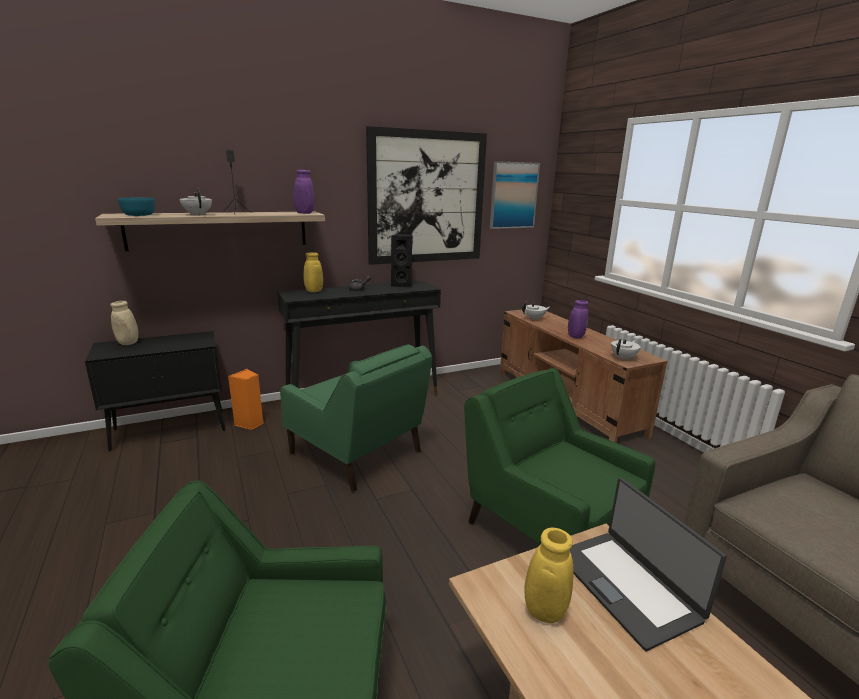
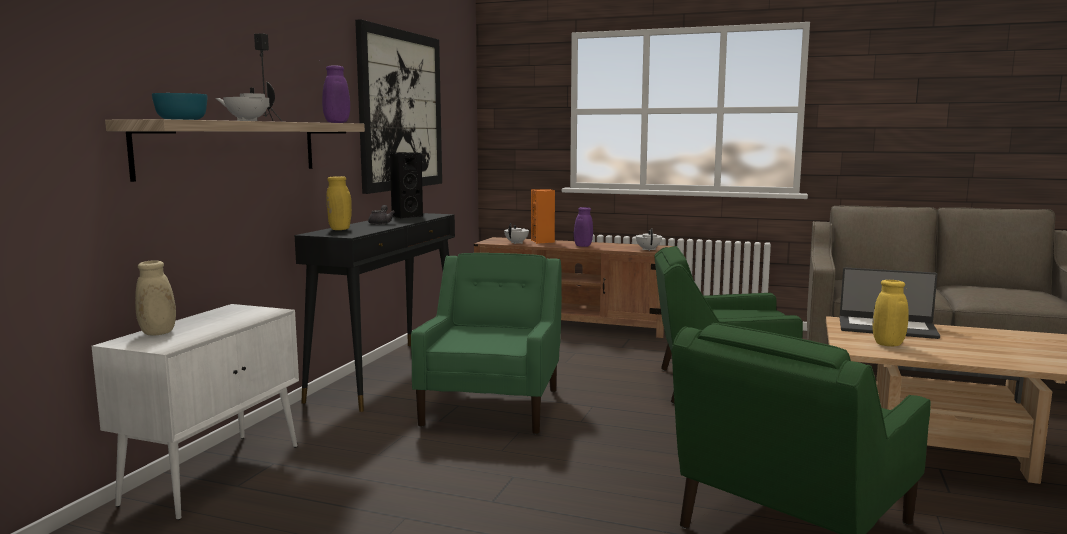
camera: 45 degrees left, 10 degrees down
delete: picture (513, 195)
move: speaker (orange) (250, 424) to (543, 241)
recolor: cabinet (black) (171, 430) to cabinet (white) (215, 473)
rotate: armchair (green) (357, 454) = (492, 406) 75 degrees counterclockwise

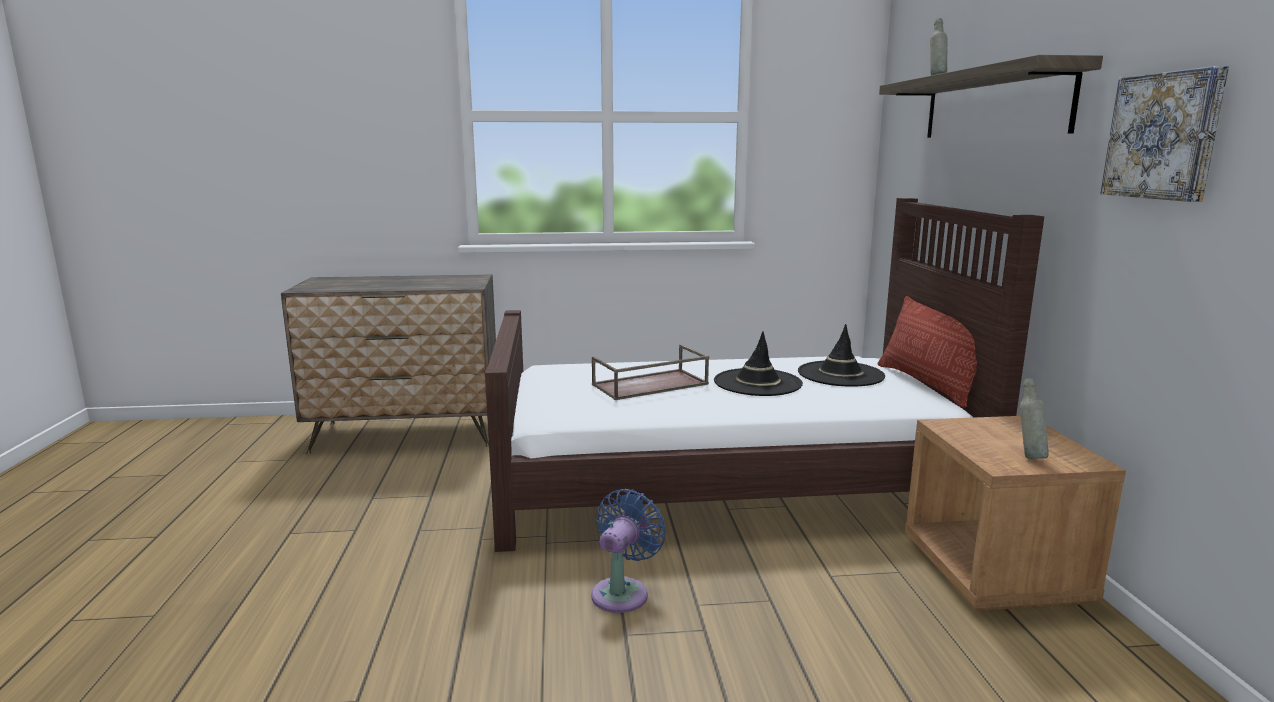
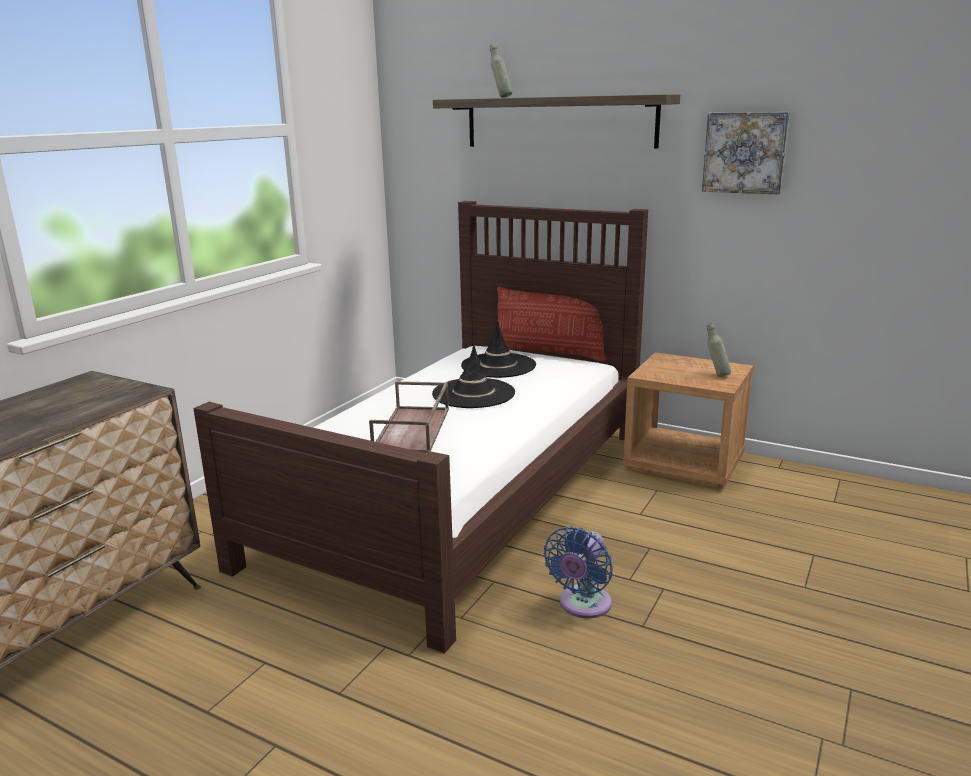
camera: 55 degrees left, 5 degrees up
rotate: fan (blue) (623, 592) = (582, 605) 120 degrees counterclockwise

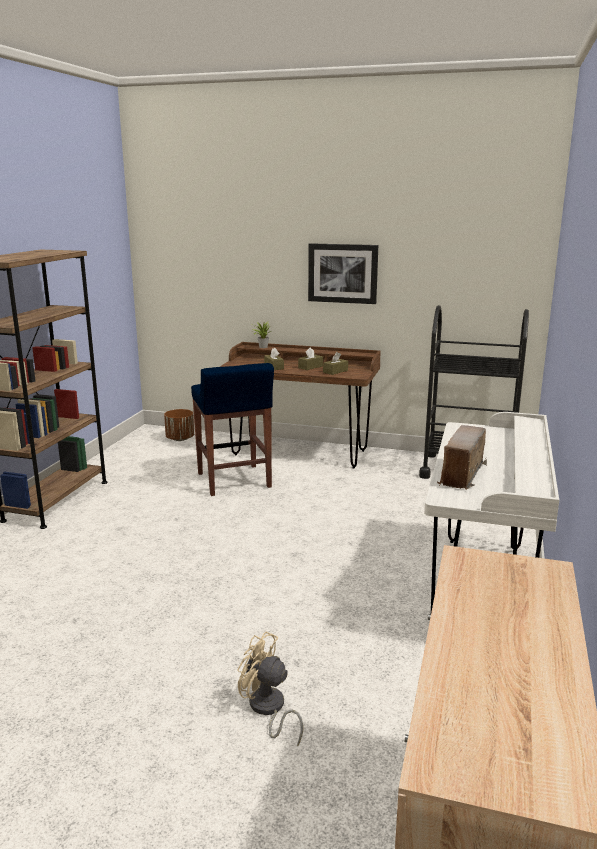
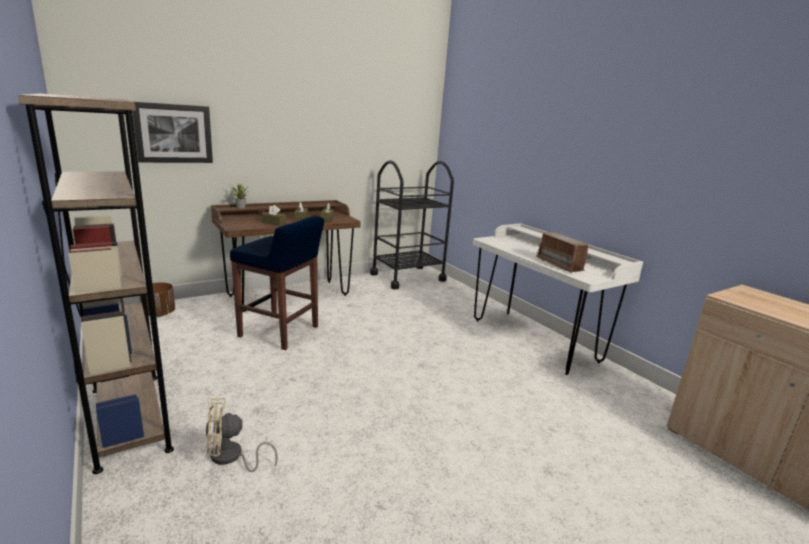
camera: 50 degrees left, 0 degrees up
move: fan (beige) (268, 709) to (231, 458); picture (342, 273) to (174, 133)

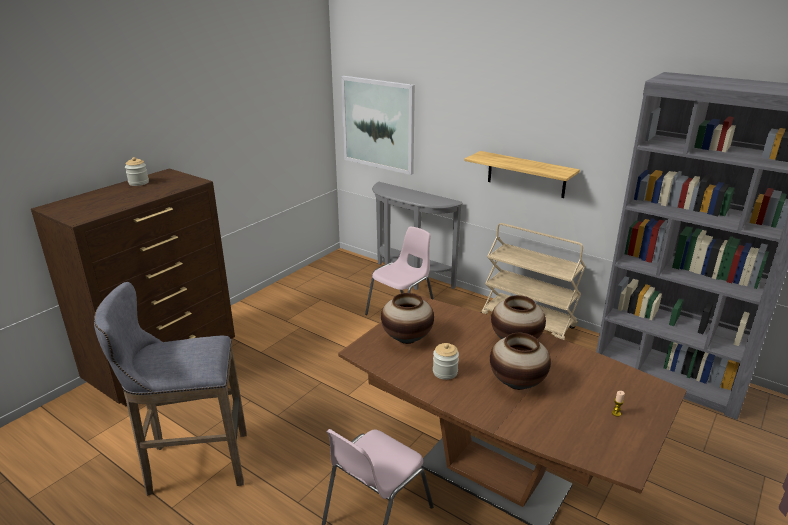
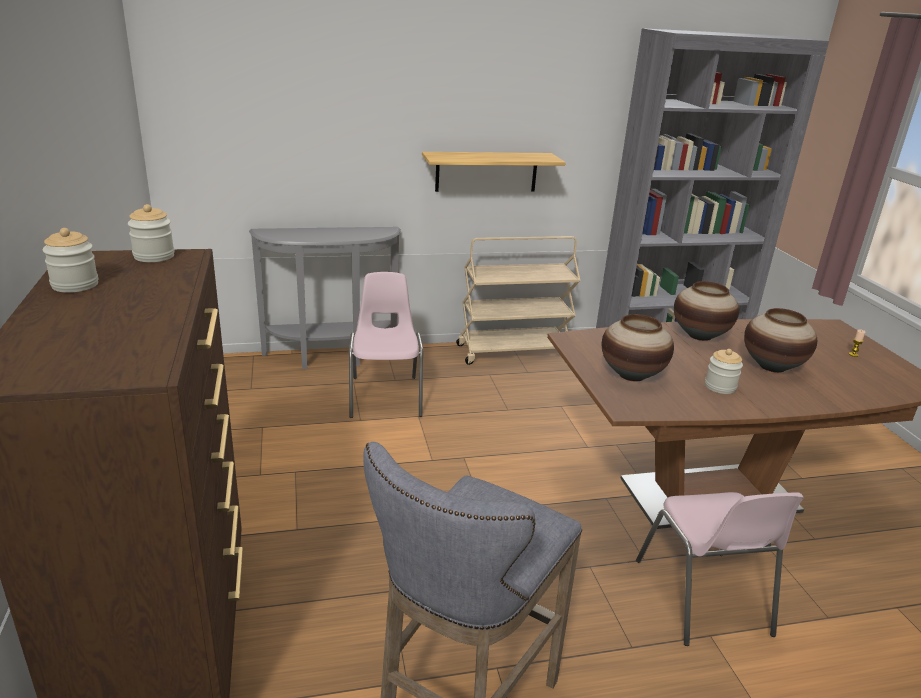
camera: 50 degrees left, 0 degrees up
delete: picture (378, 124)
insert: jar (154, 256)

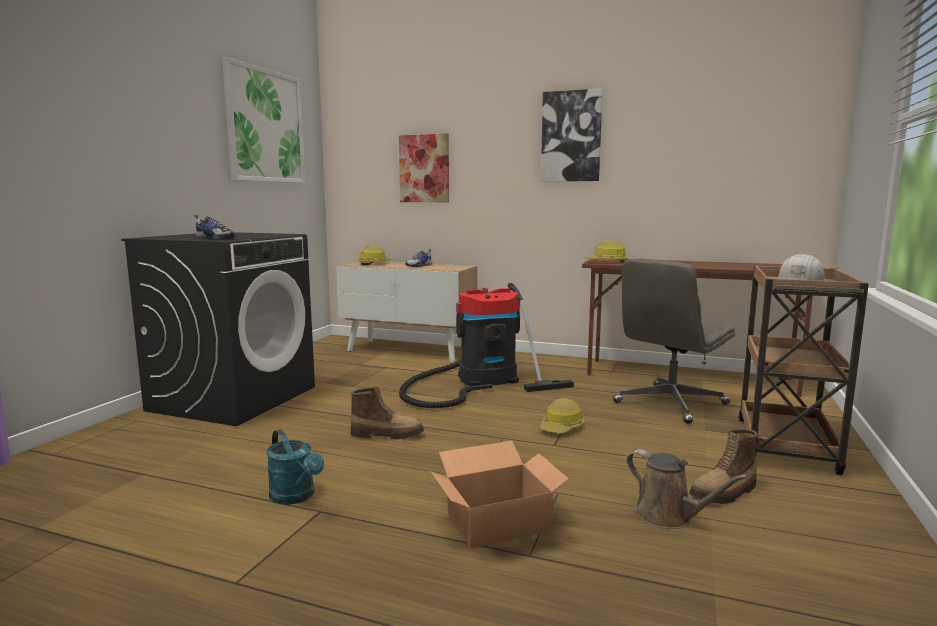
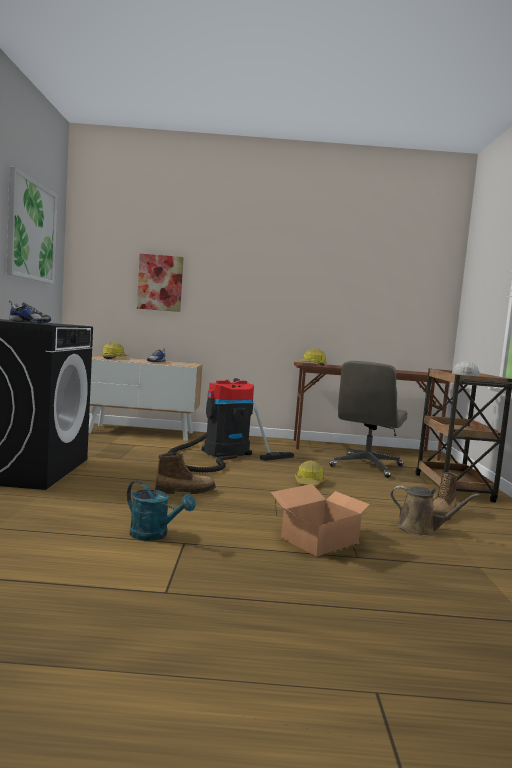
camera: 20 degrees left, 5 degrees down
delete: picture (571, 136)

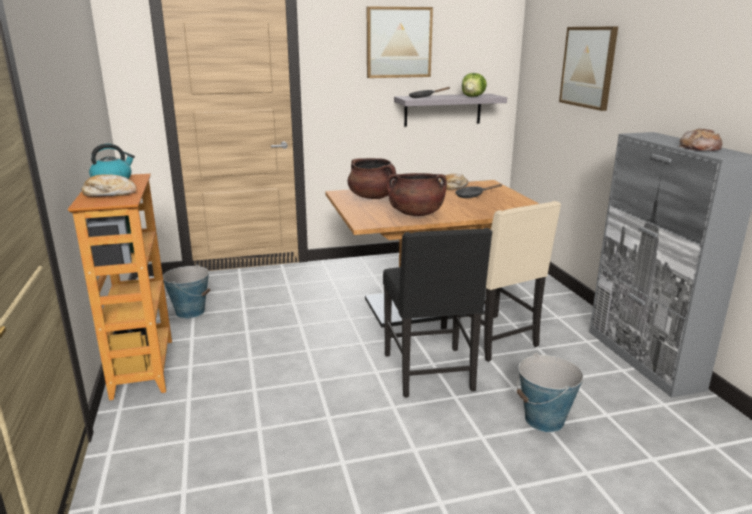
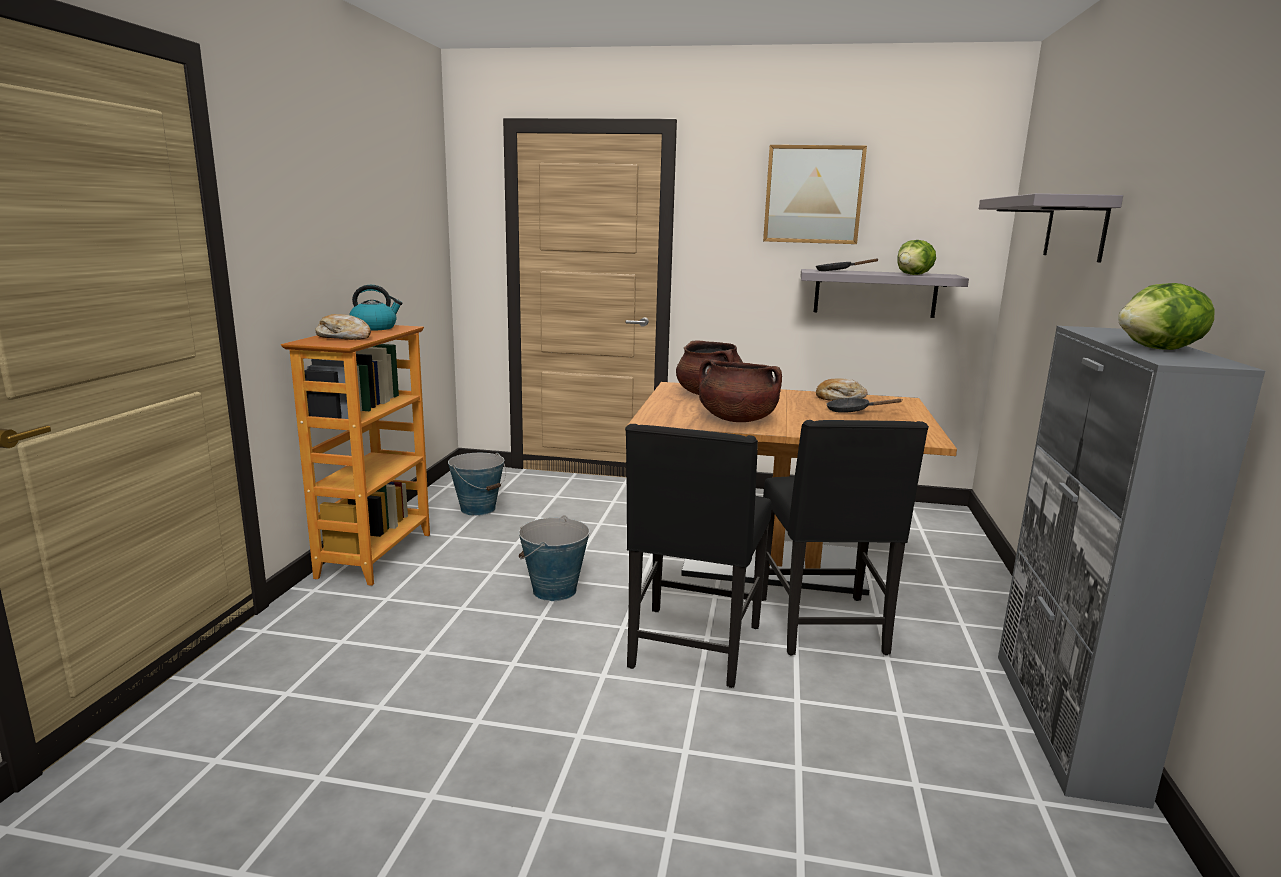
camera: 25 degrees right, 5 degrees down
move: bucket (544, 420) to (554, 591)
replace: picture (588, 67) to shelf (grey) (1075, 228); bread (700, 148) to lettuce (1159, 349)
recolor: chair (beige) (491, 339) to chair (black) (824, 627)

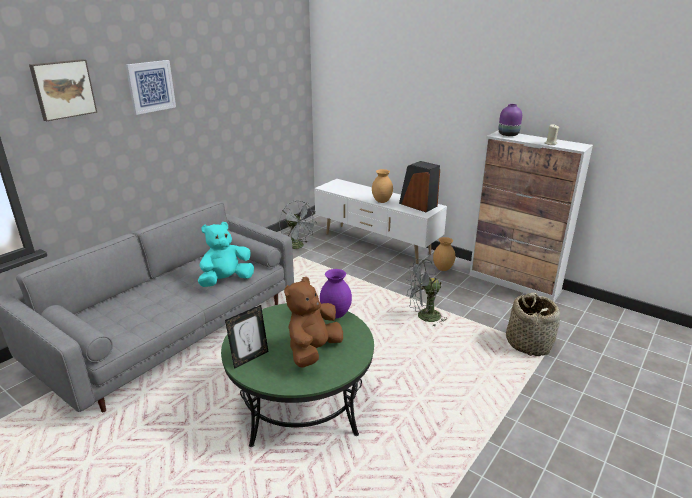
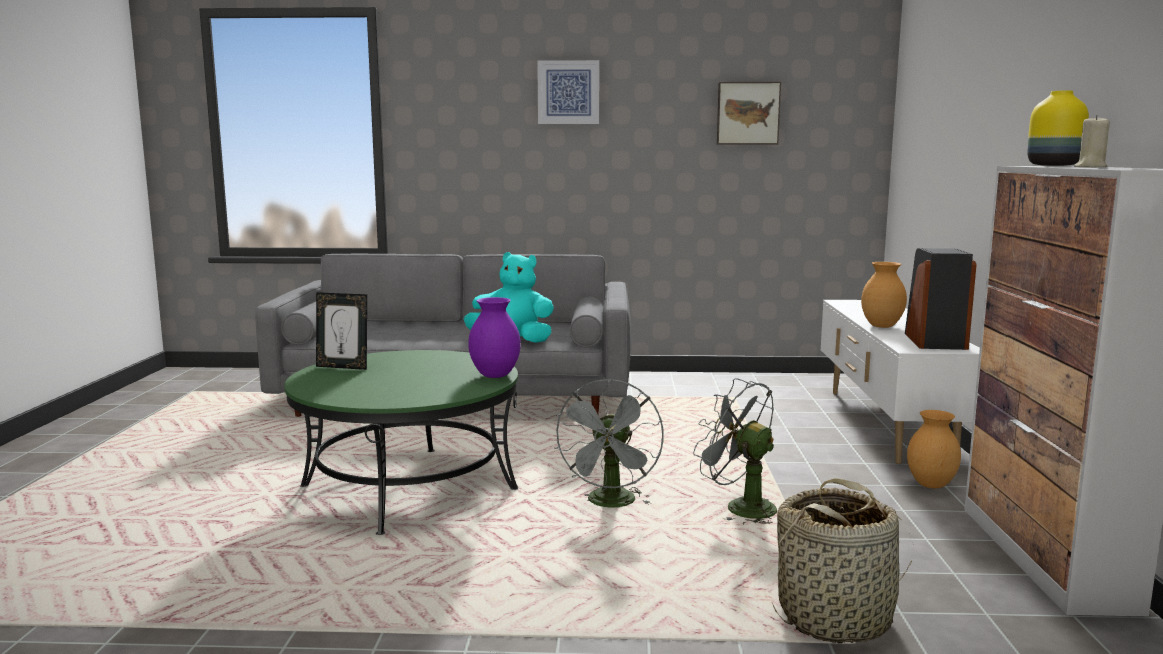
camera: 55 degrees right, 15 degrees down
delete: plush toy (brown) (313, 351)
move: picture (63, 89) to (748, 113); fan (grey) (298, 246) to (611, 504)
recolor: vase (purple) (507, 134) to vase (yellow) (1052, 165)

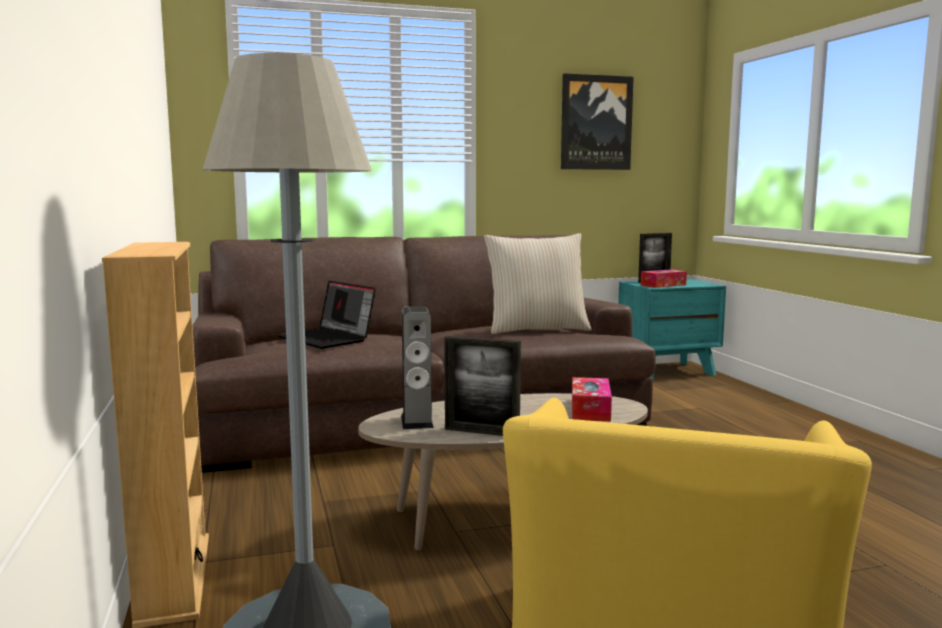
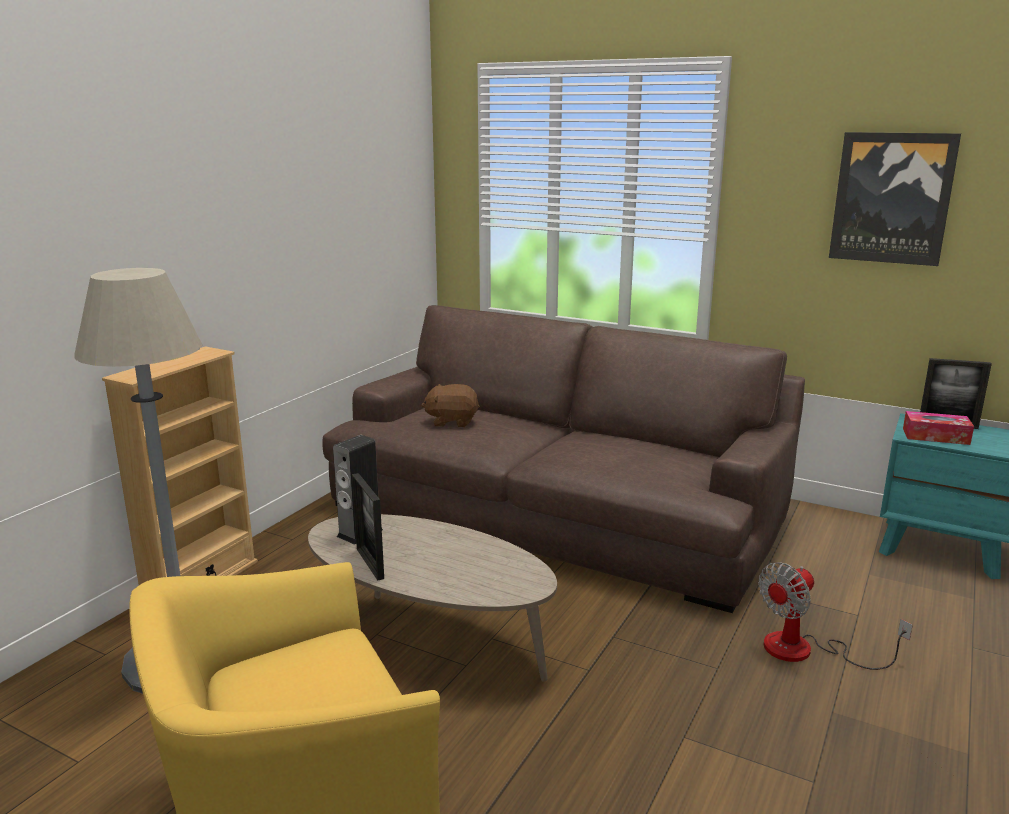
camera: 45 degrees right, 10 degrees up
delete: pillow (beige) (536, 329); tissue box (590, 410)
insert: fan (805, 650)
replace: laptop (328, 339) to plush toy (brown) (452, 421)

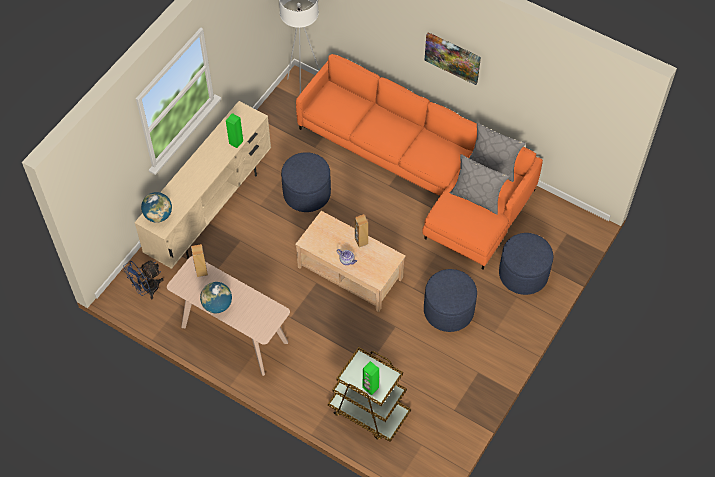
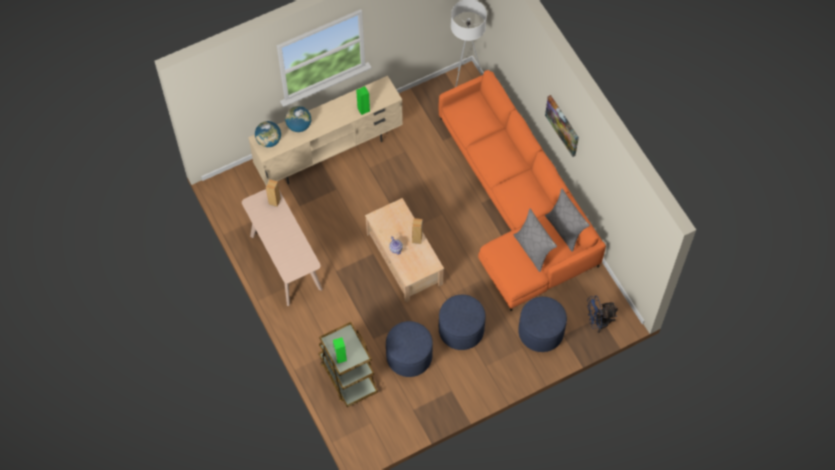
camera: 30 degrees right, 5 degrees up
move: fan (blue) (147, 289) to (598, 322); globe (217, 305) to (299, 125); ottoman (blue) (307, 193) to (409, 356)

